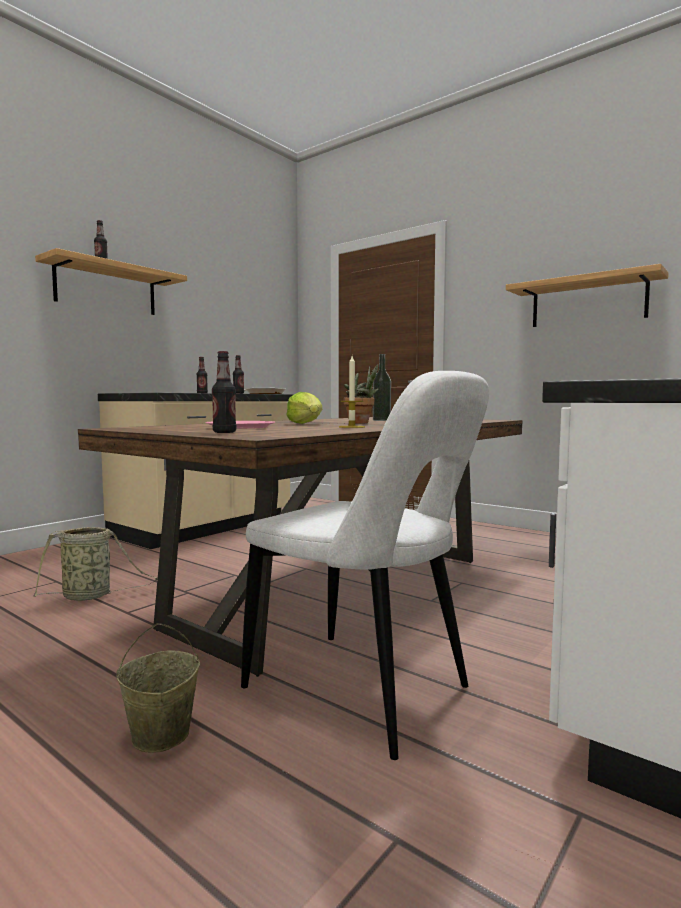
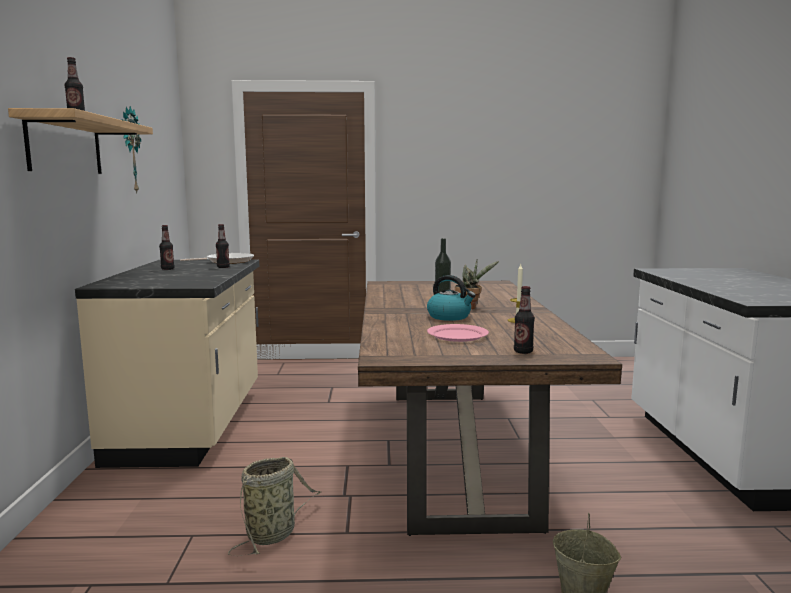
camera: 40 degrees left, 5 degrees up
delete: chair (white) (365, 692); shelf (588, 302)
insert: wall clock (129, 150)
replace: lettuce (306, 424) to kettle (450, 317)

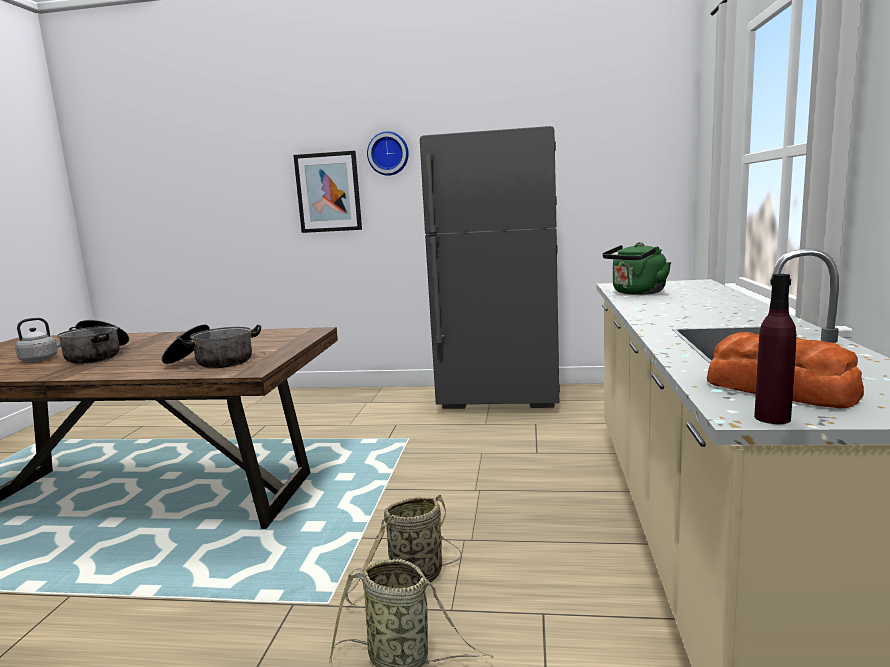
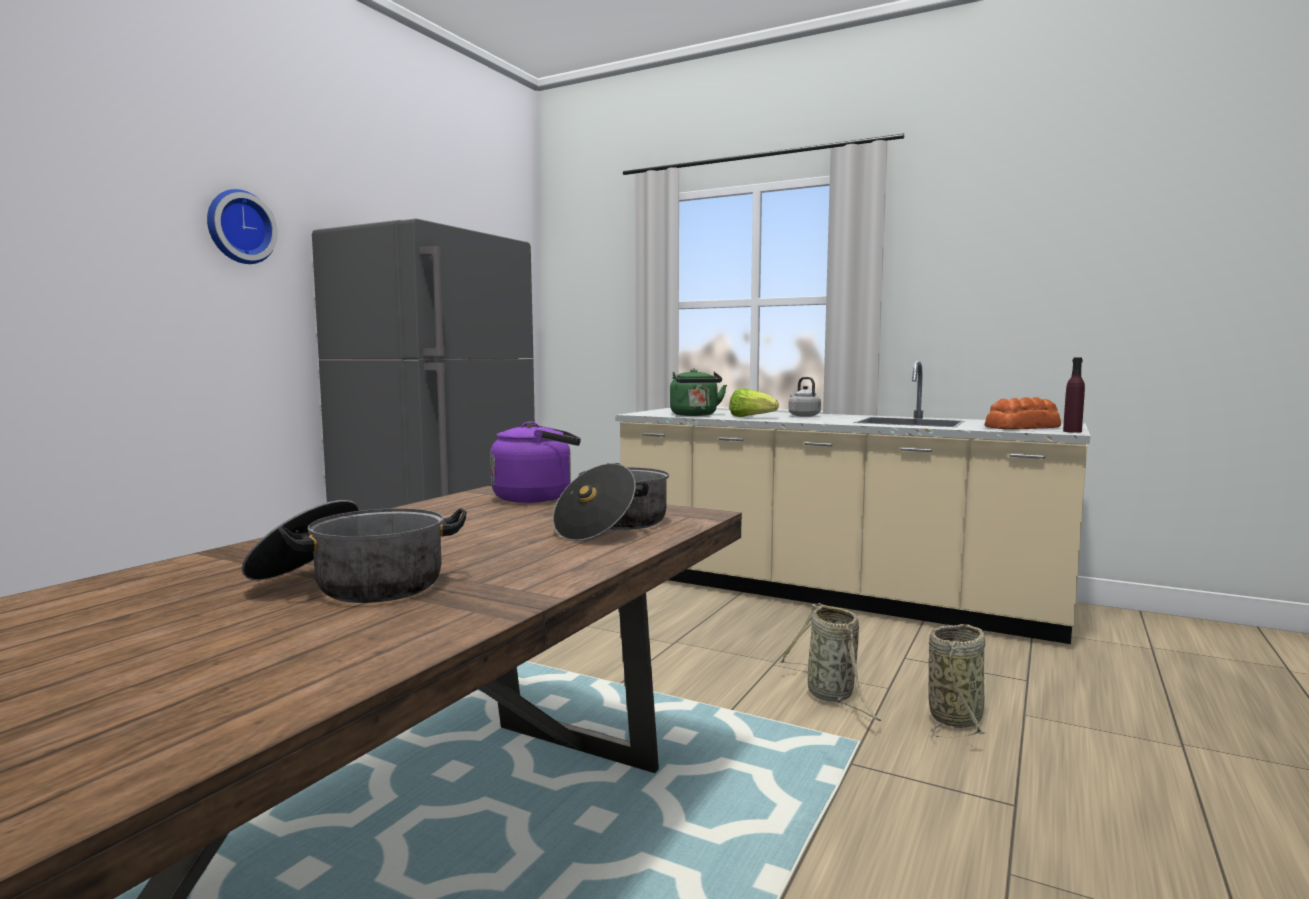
camera: 70 degrees left, 5 degrees down
delete: picture (328, 192)
insert: kettle (purple) (537, 497); lettuce (751, 417)
move: kettle (grey) (41, 359) to (803, 416)

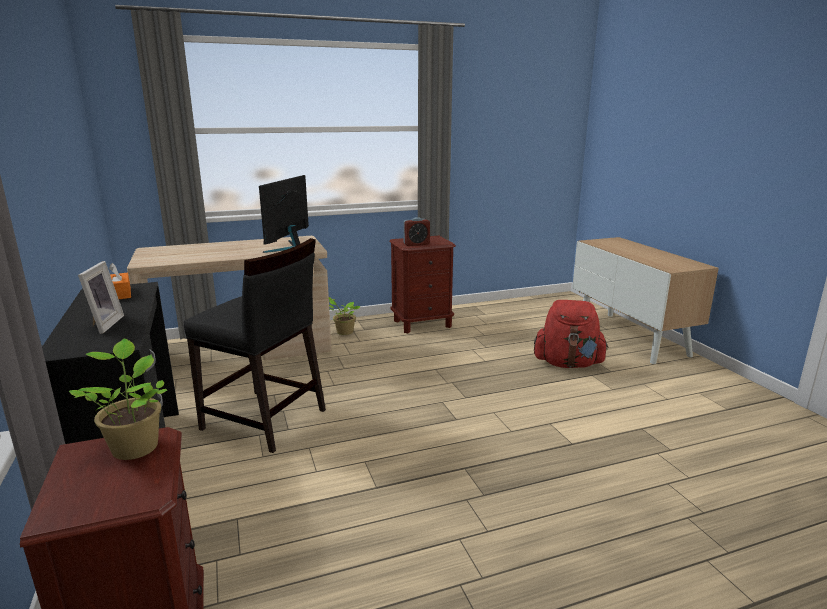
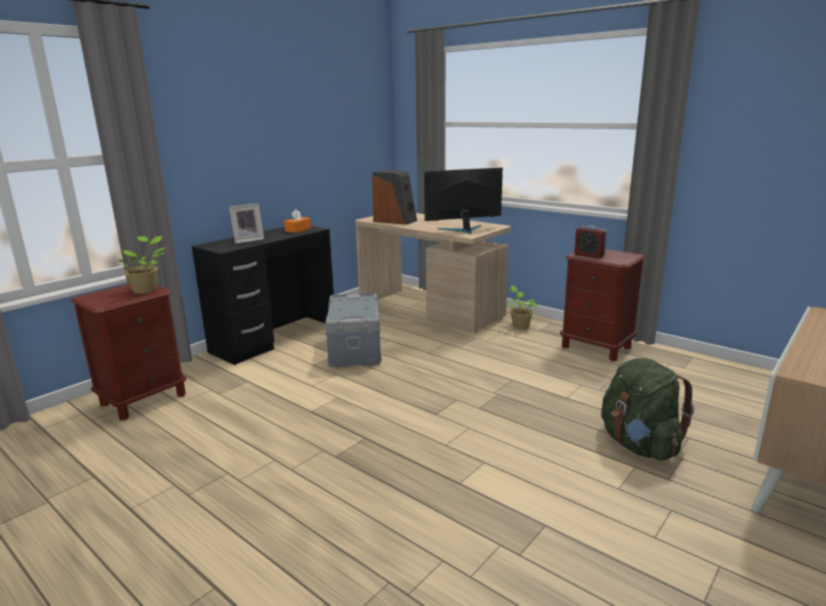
camera: 60 degrees right, 0 degrees up
insert: speaker (395, 221)
replace: chair (black) (264, 420) to storage box (grey) (354, 349)
recolor: backpack (red) (568, 364) to backpack (green) (639, 445)

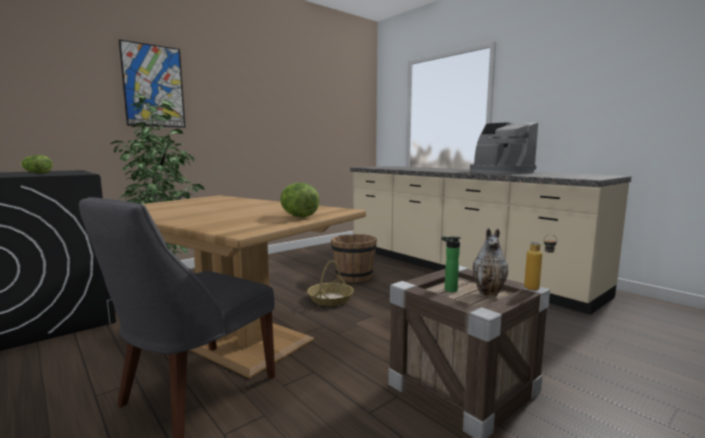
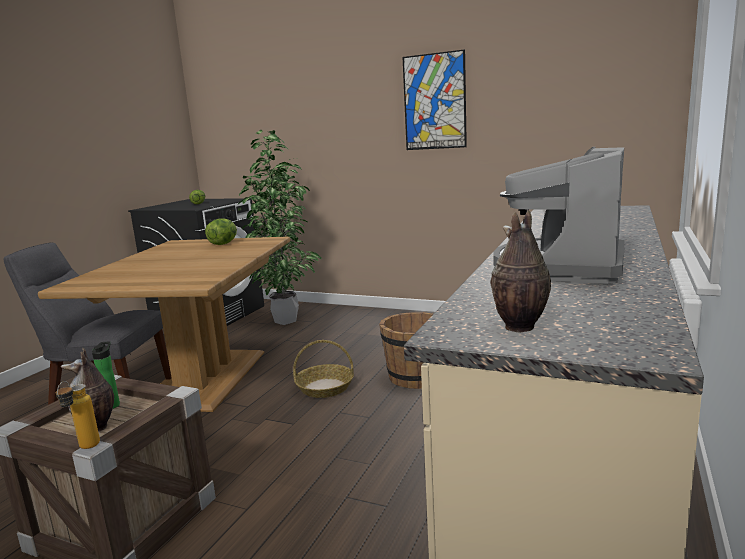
camera: 65 degrees right, 5 degrees up
insert: vase (519, 327)
move: picture (153, 86) to (434, 102); lettuce (299, 216) to (223, 244)

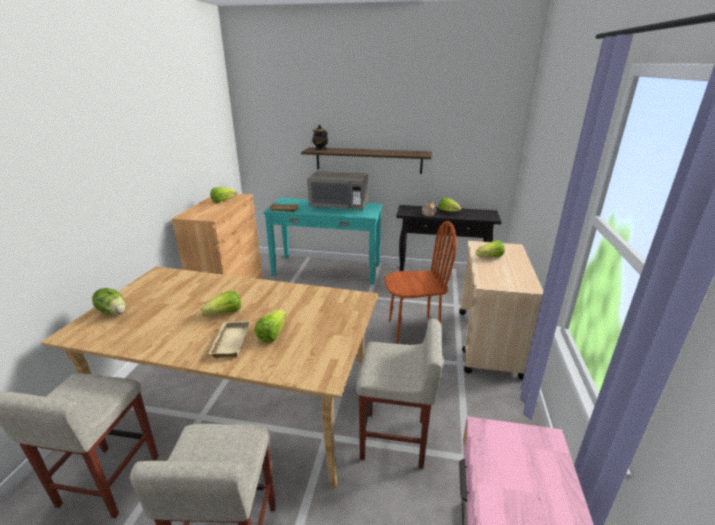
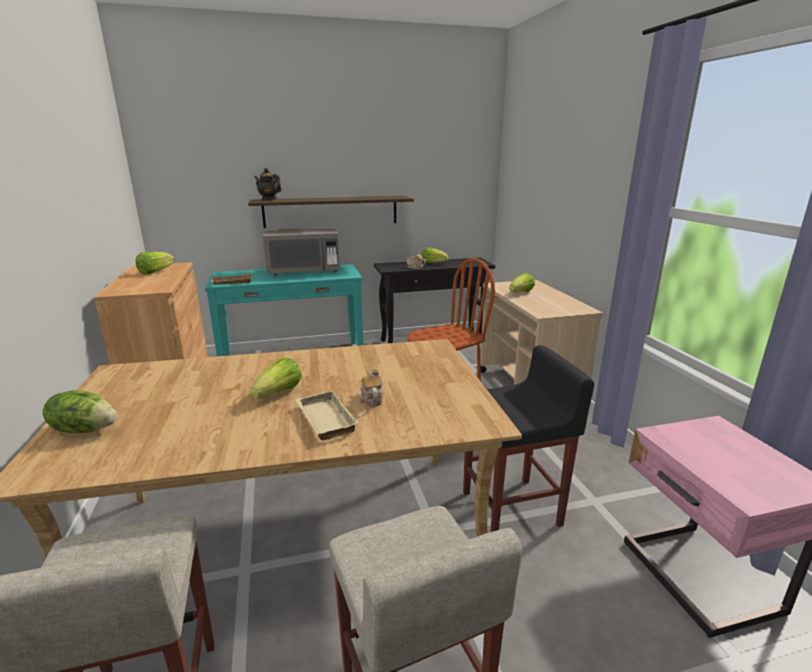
camera: 25 degrees left, 5 degrees down
replace: lettuce (272, 334) to teapot (371, 399)
recolor: stool (beige) (395, 439) to stool (black) (512, 508)

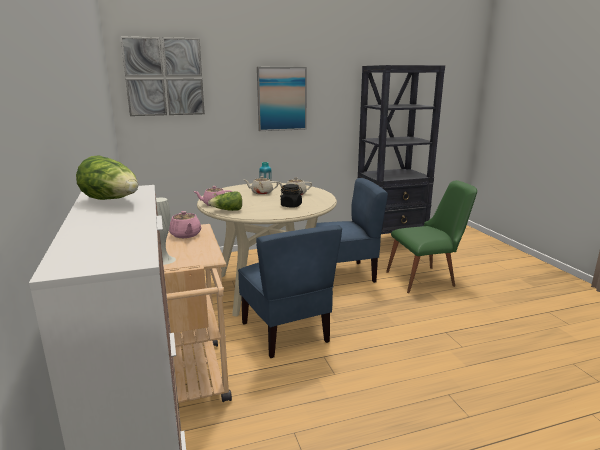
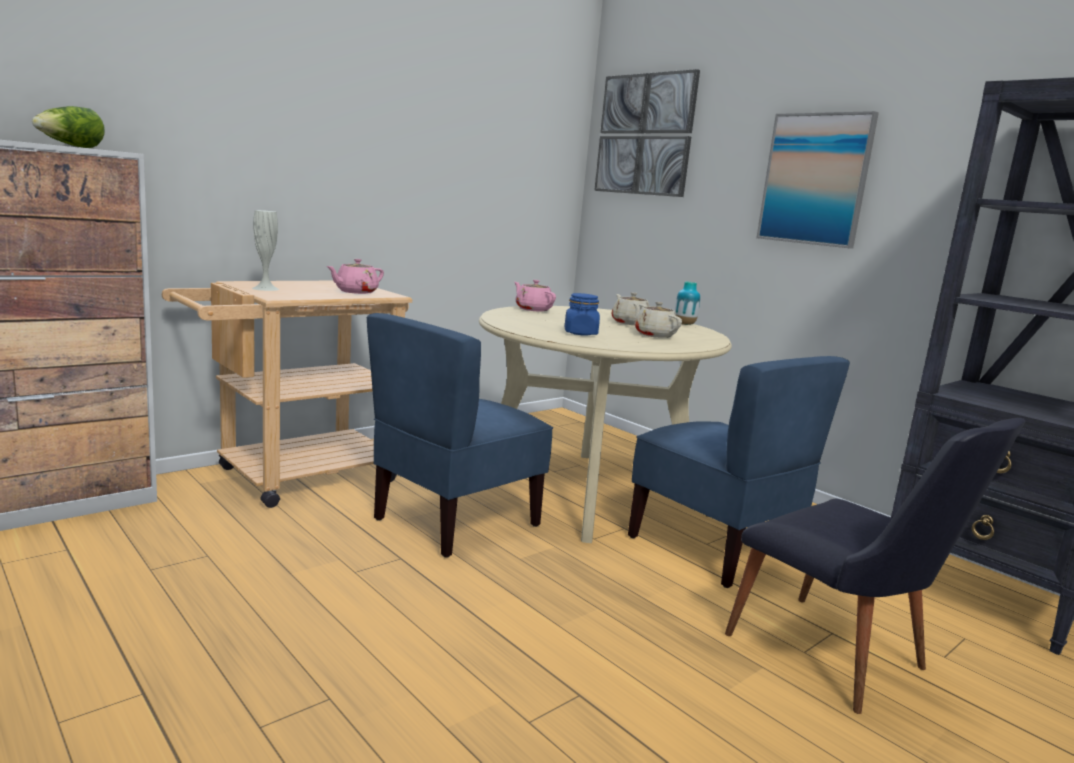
camera: 65 degrees right, 5 degrees down
delete: lettuce (227, 210)
recolor: jar (black) (291, 205) to jar (blue) (580, 333); chair (green) (427, 279) to chair (black) (841, 661)

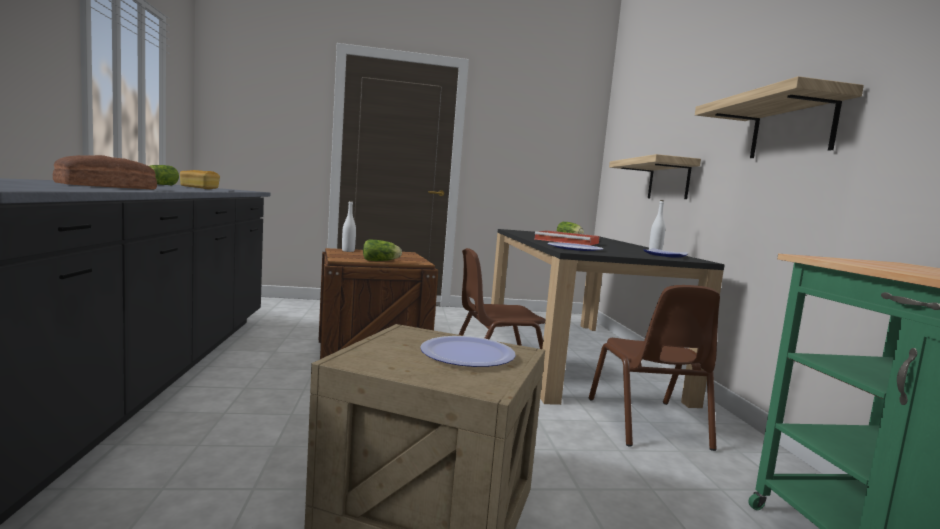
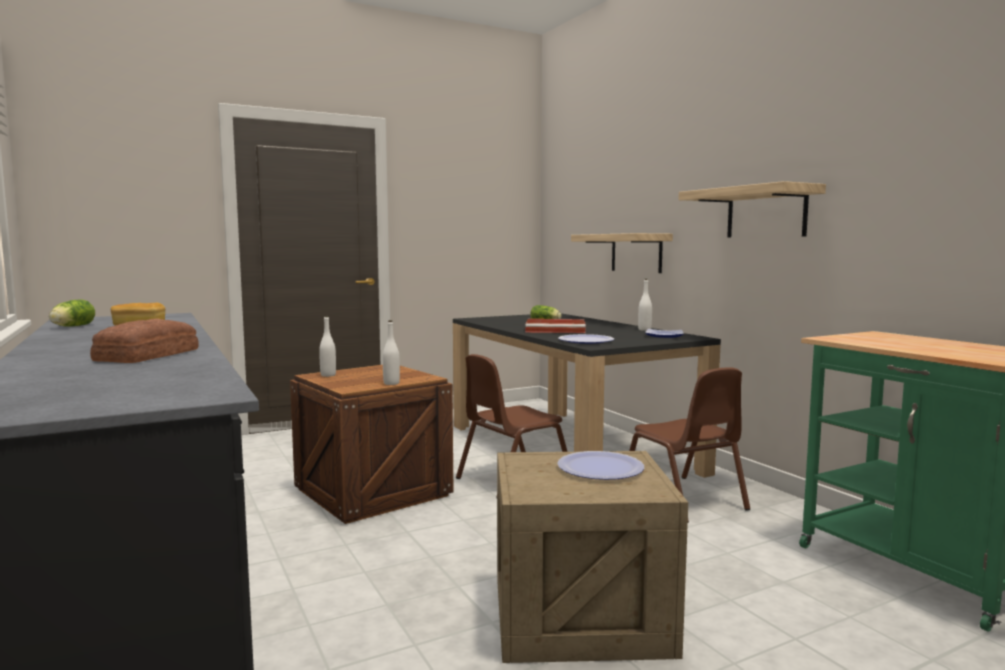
camera: 20 degrees left, 0 degrees up
replace: lettuce (381, 261) to bottle (white) (391, 383)

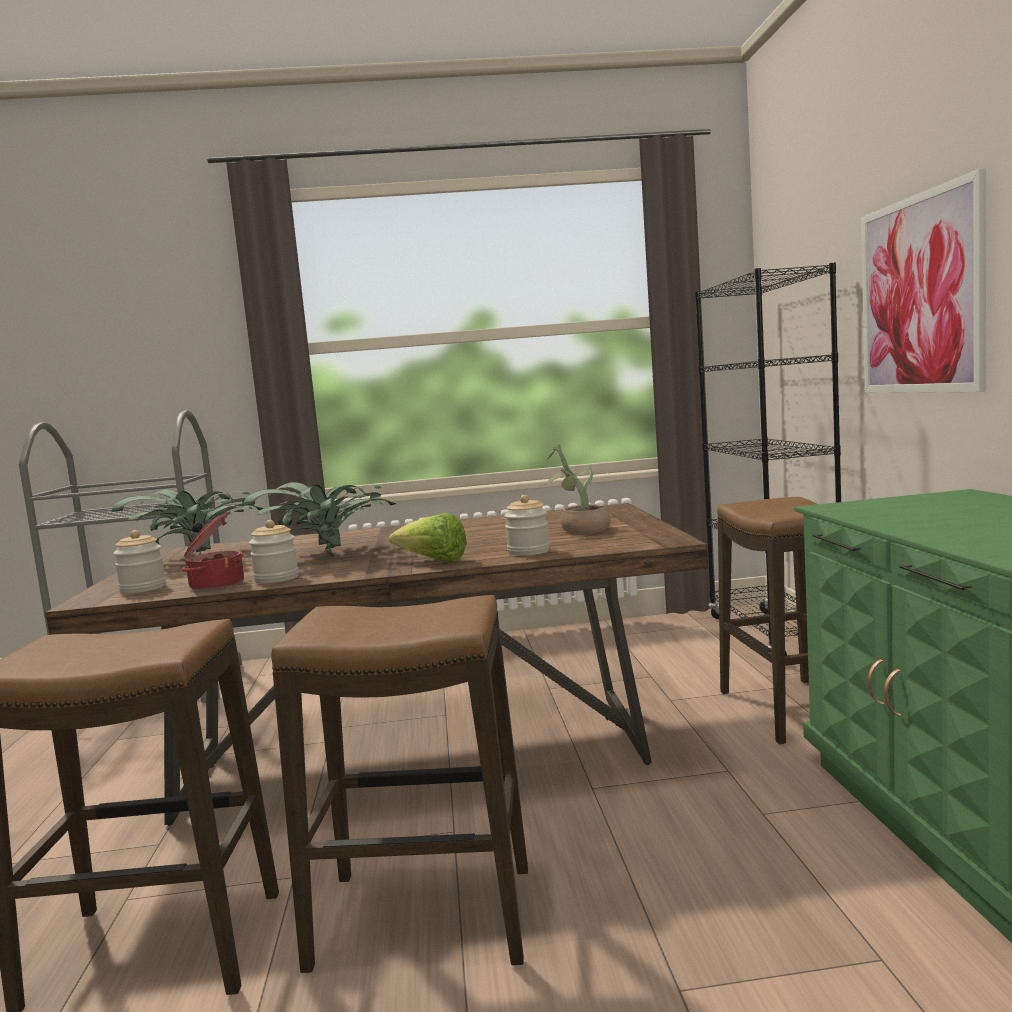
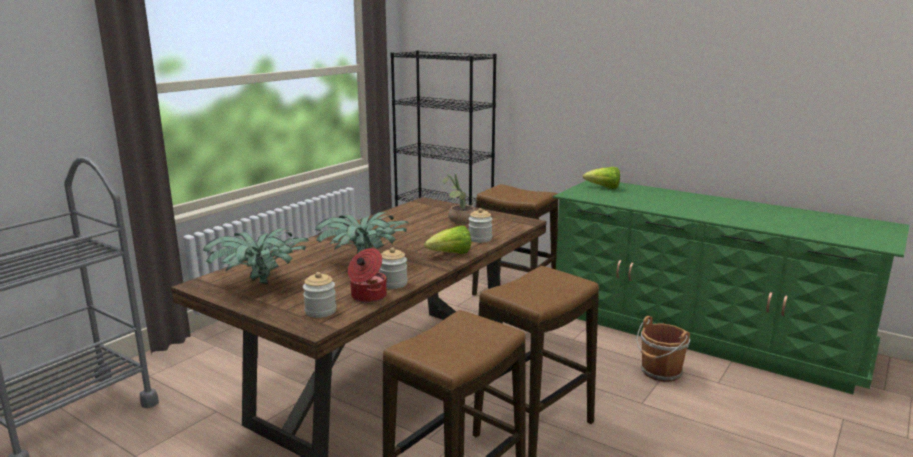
camera: 50 degrees left, 10 degrees up
delete: picture (919, 295)
insert: lettuce (603, 188); bucket (brown) (660, 372)

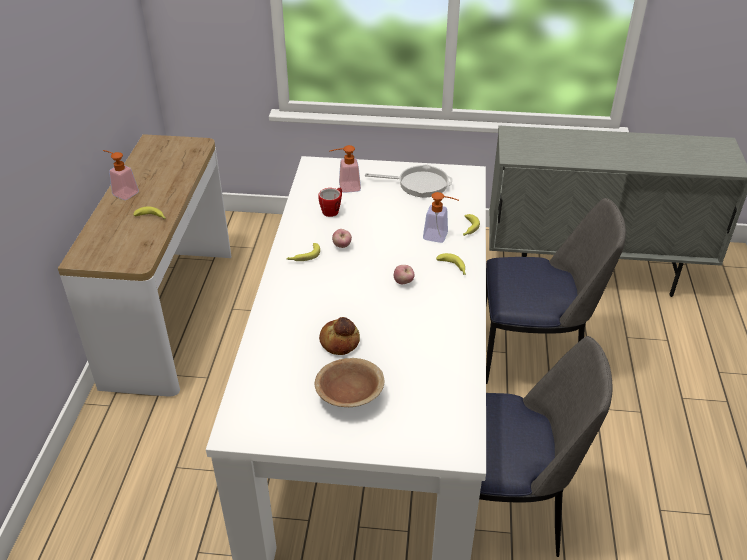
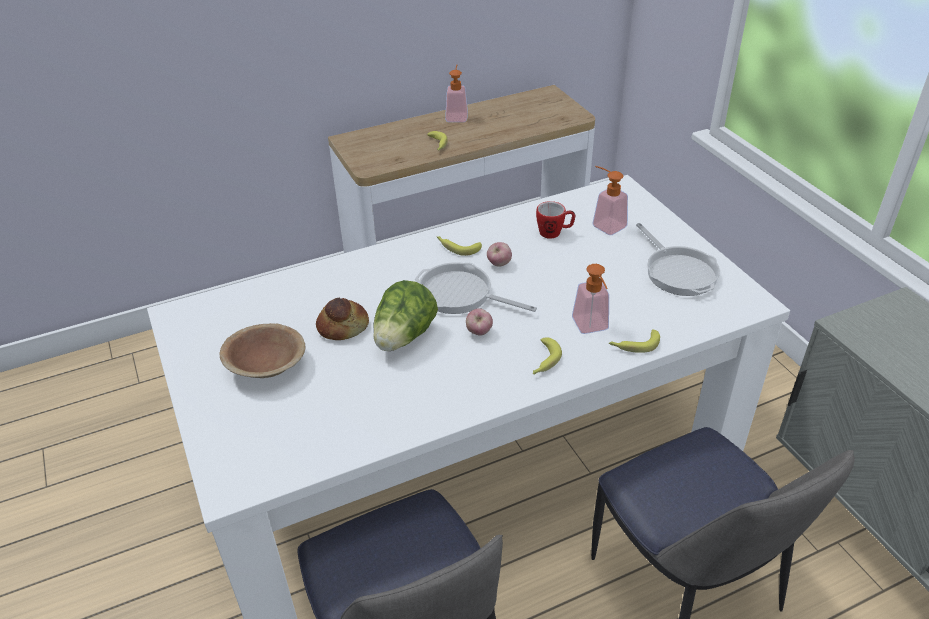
camera: 60 degrees right, 0 degrees up
insert: lettuce (404, 337); frying pan (460, 294)

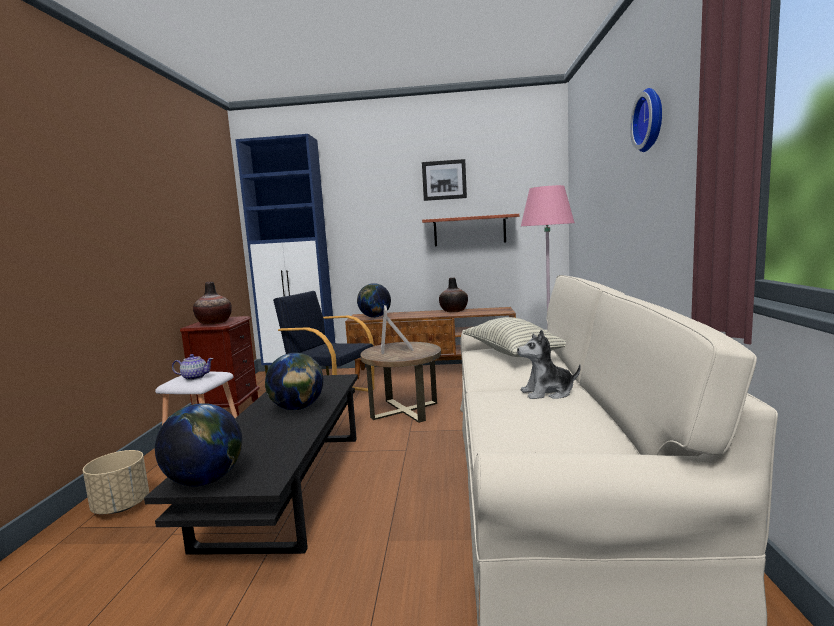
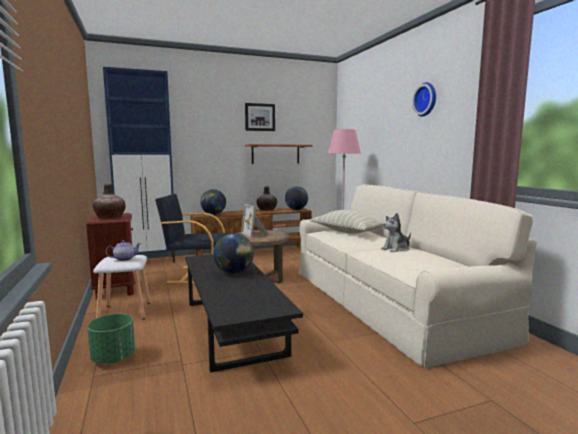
camera: 25 degrees left, 0 degrees up
move: globe (205, 481) to (296, 209)
recolor: planter (beige) (122, 506) to planter (green) (113, 358)

